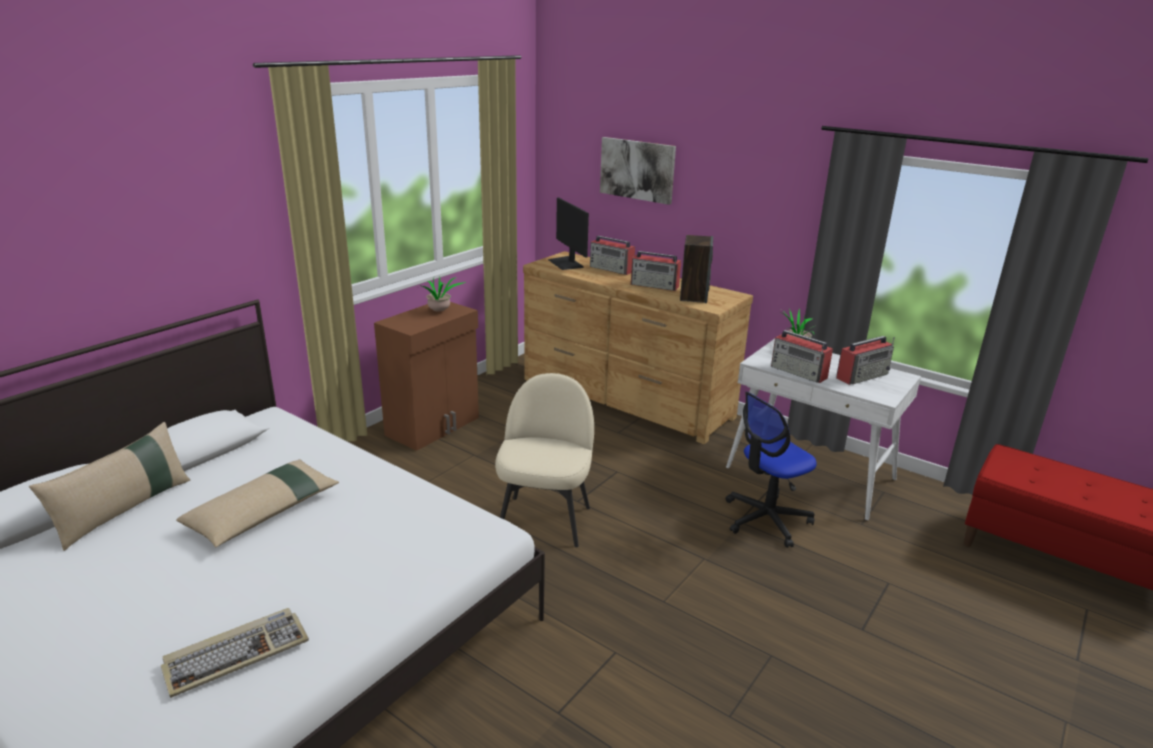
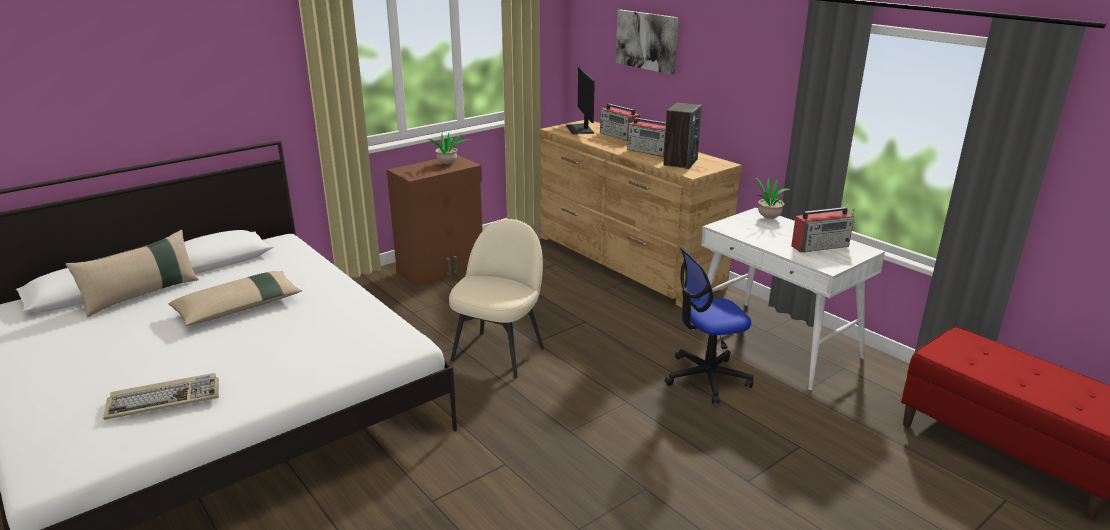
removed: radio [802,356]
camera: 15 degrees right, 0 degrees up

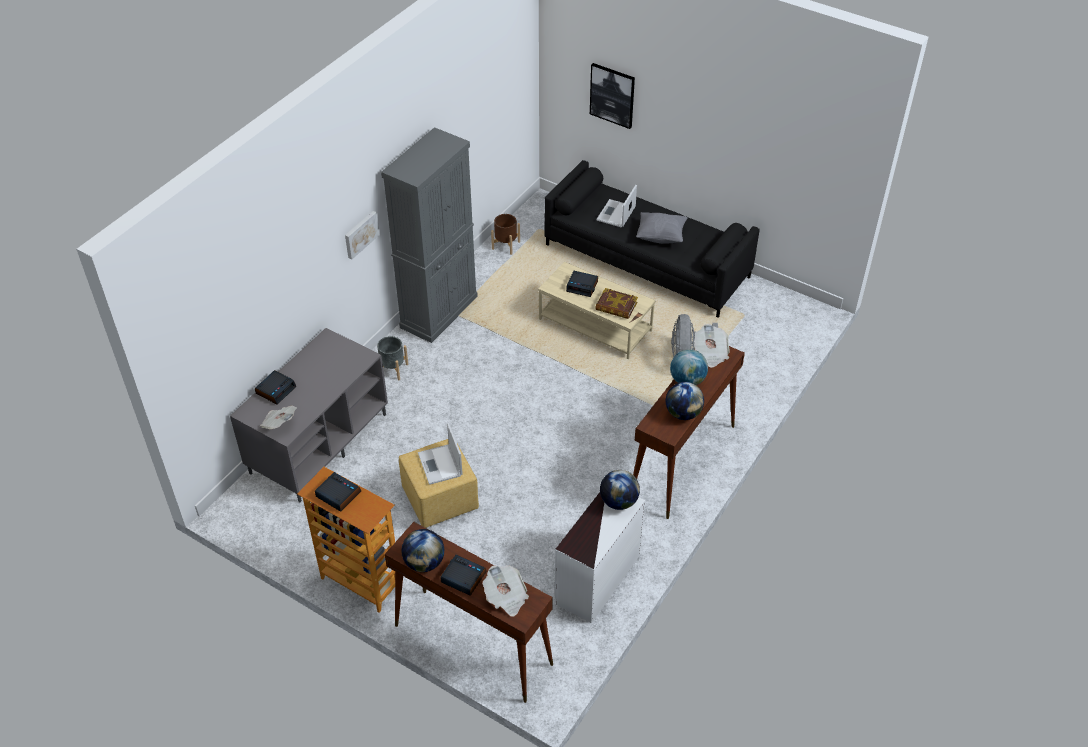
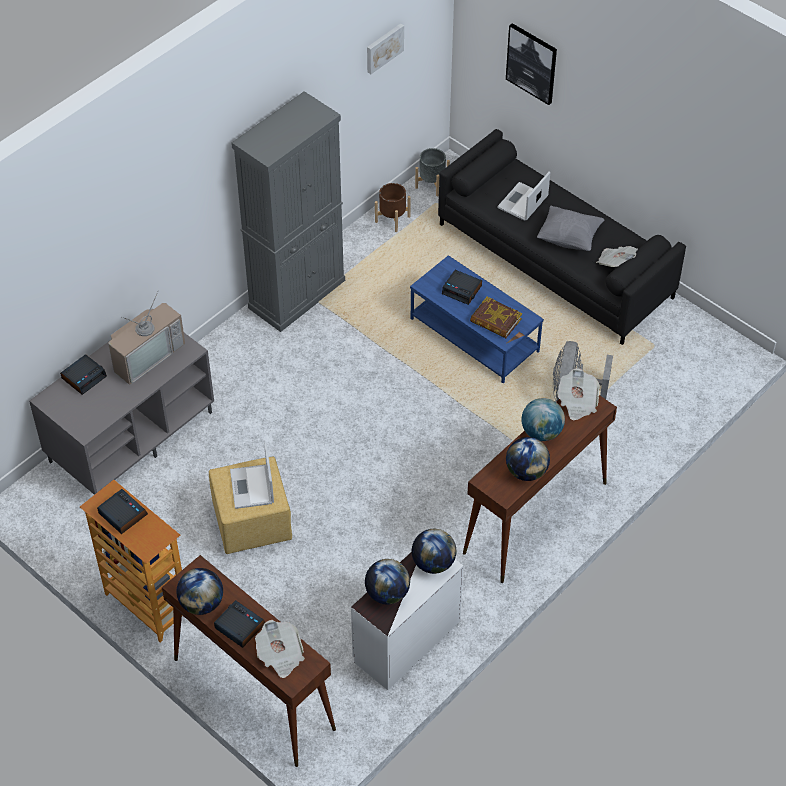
added: televisor [146,337]; globo terráqueo [387,582]
moved: cuadro [362,235] to [385,48]; maceta (gris) [392,358] to [432,172]; periódico [278,417] to [617,256]
recoloured: mesa de centro (beis) [597,310] to mesa de centro (azul) [477,319]
camera: 10 degrees right, 5 degrees up

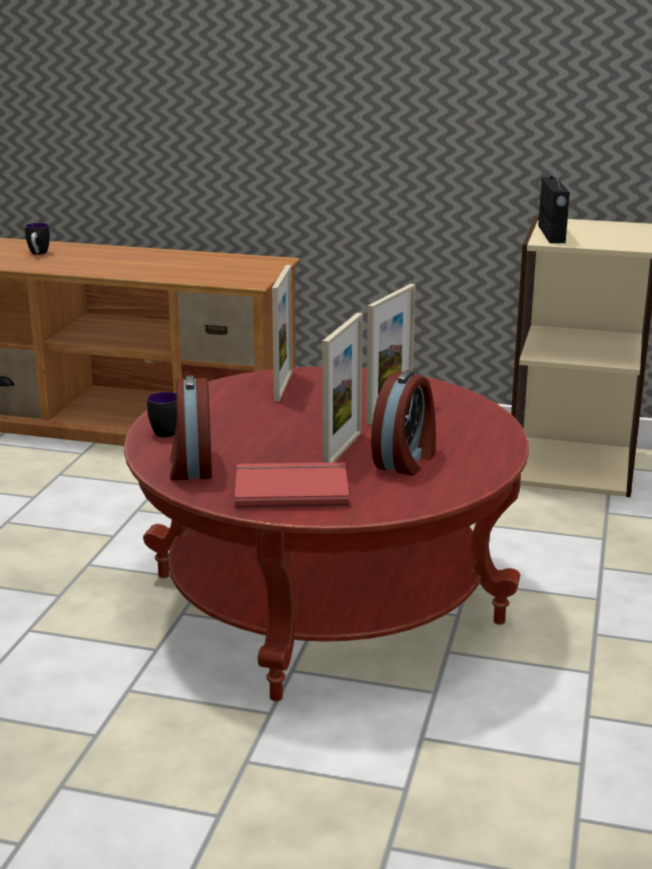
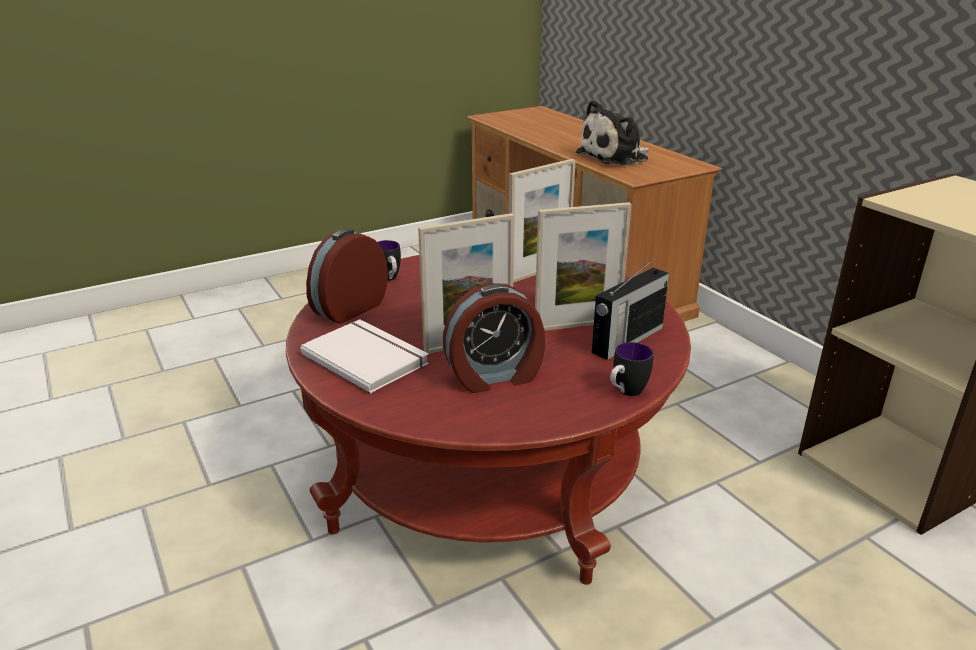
added: peluche [613,133]
moved: radio [554,203] to [630,308]; taza grande [37,239] to [632,369]
recoloured: libro (rojo) [292,485] to libro (blanco) [365,356]
camera: 45 degrees right, 5 degrees up

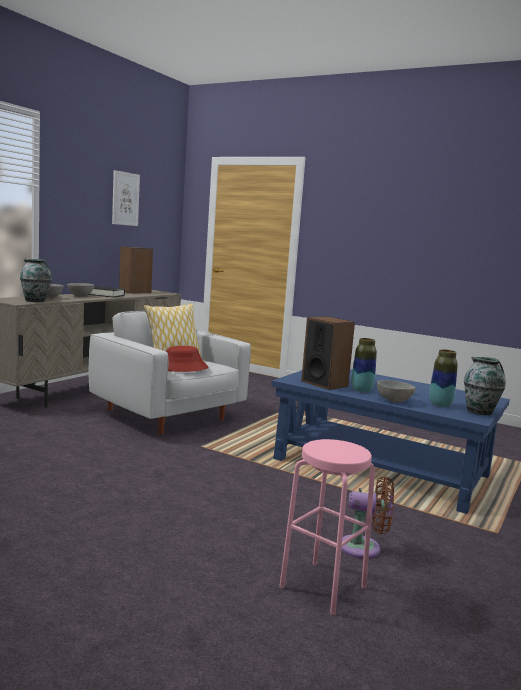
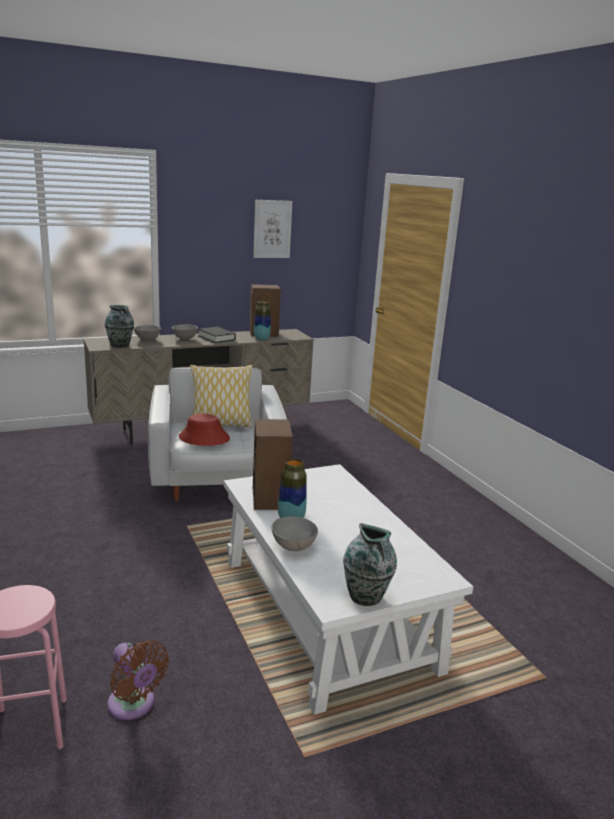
moved: florero [443,378] to [262,320]
recoloured: mesa de centro (azul) [390,441] to mesa de centro (blanco) [348,589]
camera: 35 degrees right, 10 degrees up

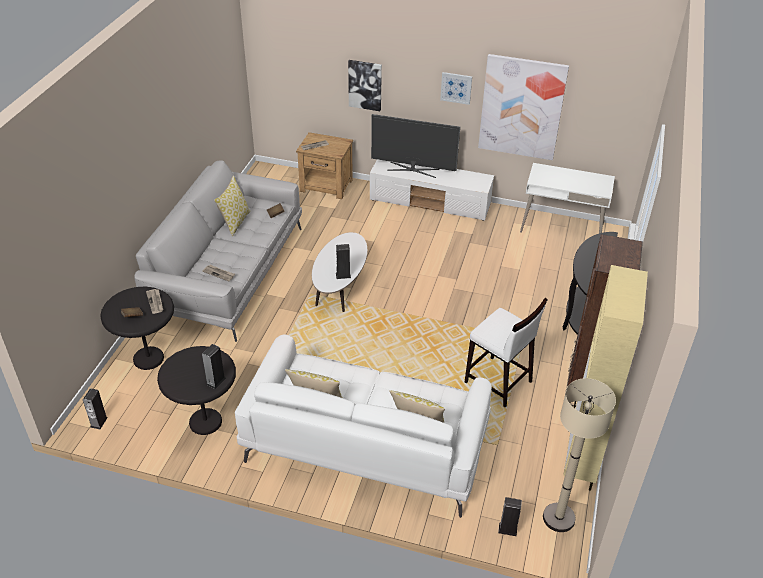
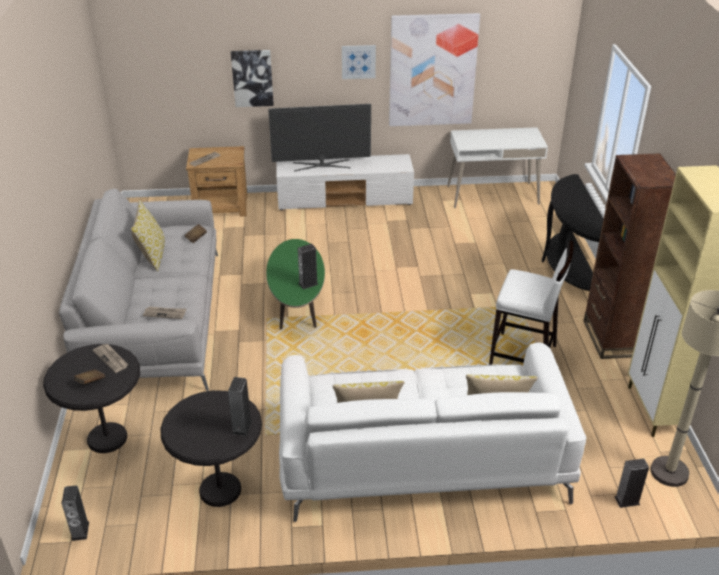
recoloured: mesa de centro (blanco) [339,272] to mesa de centro (verde) [295,284]
camera: 20 degrees left, 5 degrees down

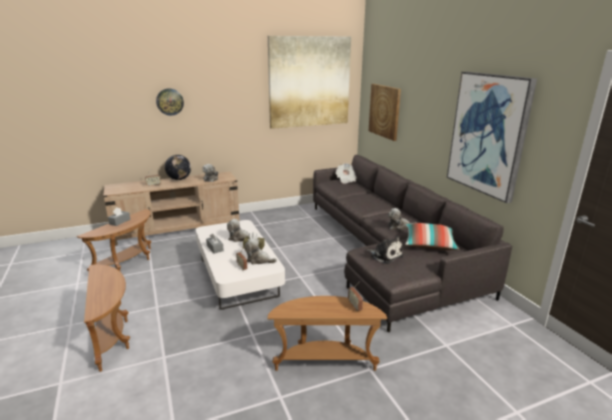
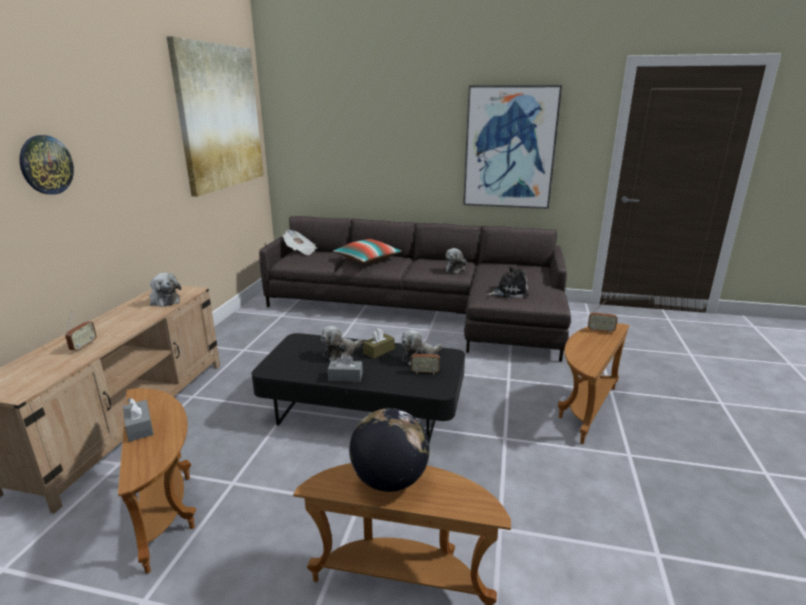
removed: cuadro [385,112]
moved: cojín [432,236] to [367,251]; globo terráqueo [178,167] to [389,450]
recoloured: mesa de centro (blanco) [240,265] to mesa de centro (negro) [358,388]
camera: 55 degrees left, 0 degrees up

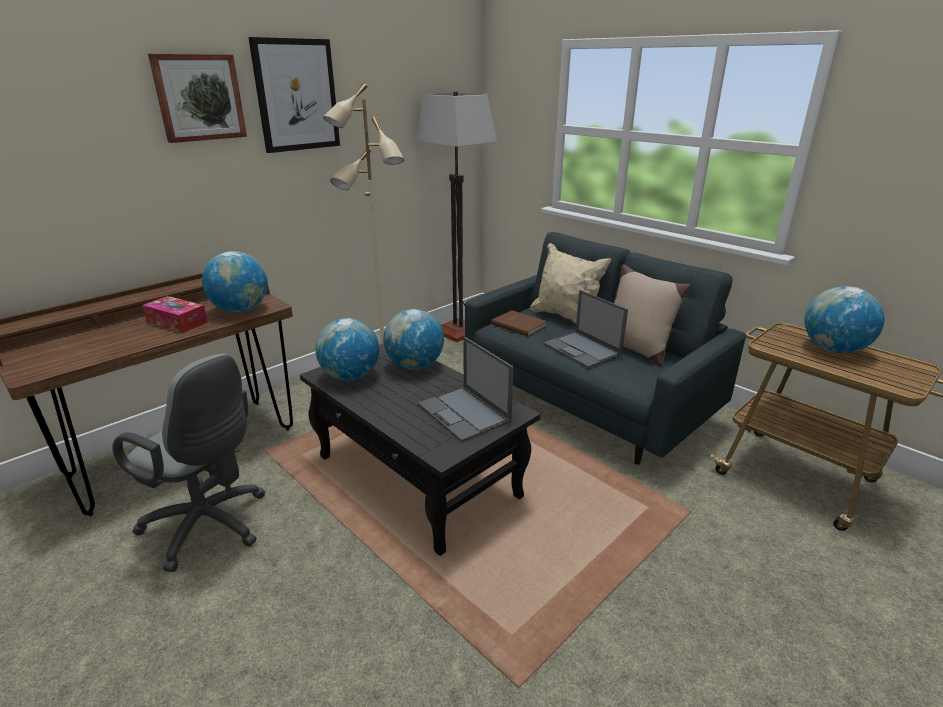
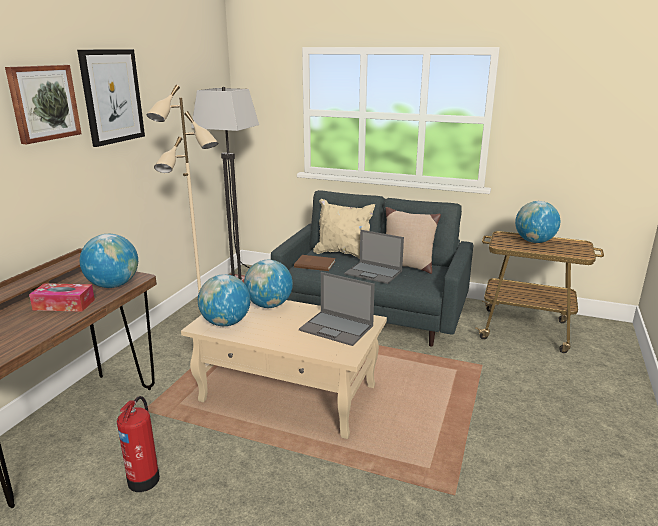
replaced: silla de oficina (gris) [189,462] to extintor [138,444]
recoloured: mesa de centro (negro) [420,449] to mesa de centro (beis) [284,369]
camera: 25 degrees left, 5 degrees down

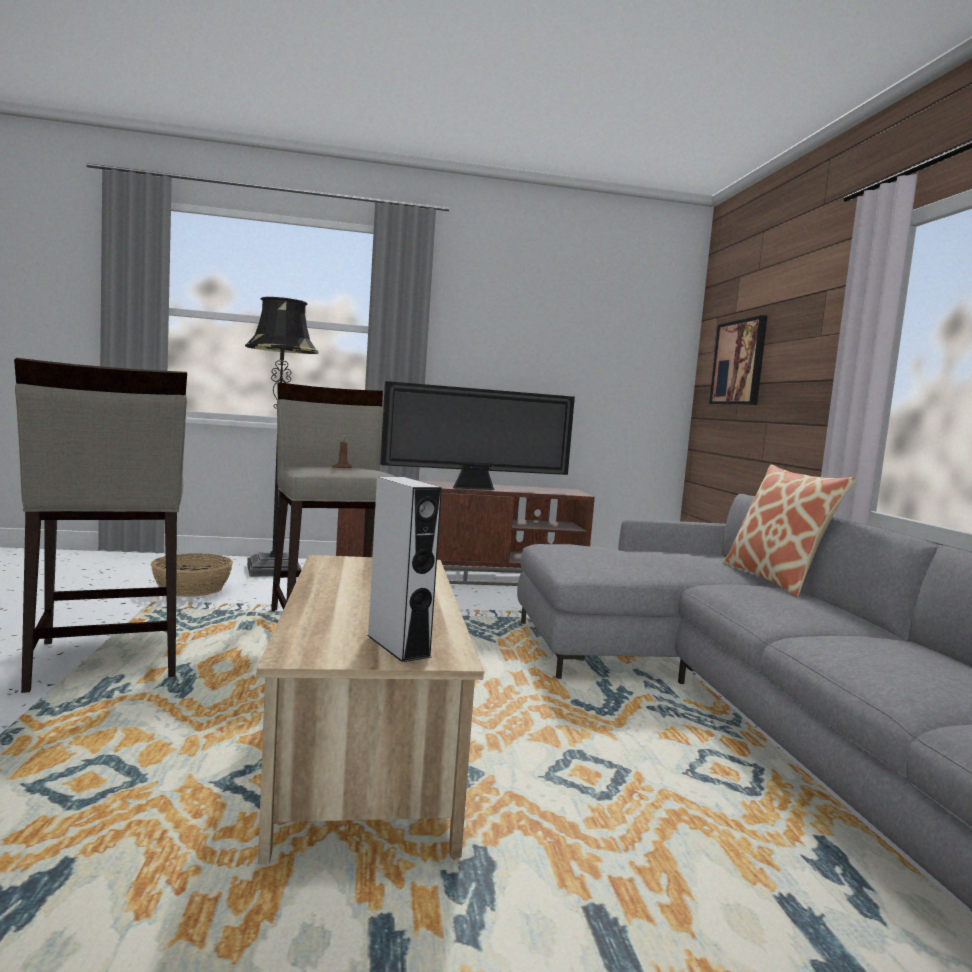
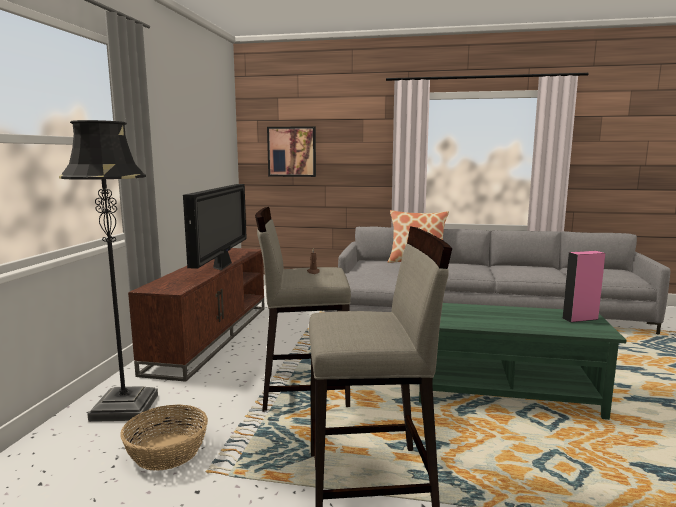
recoloured: mesa de centro (beis) [370,709] to mesa de centro (verde) [522,361]; altavoz (gris) [404,569] to altavoz (rosa) [583,287]
camera: 70 degrees left, 5 degrees up

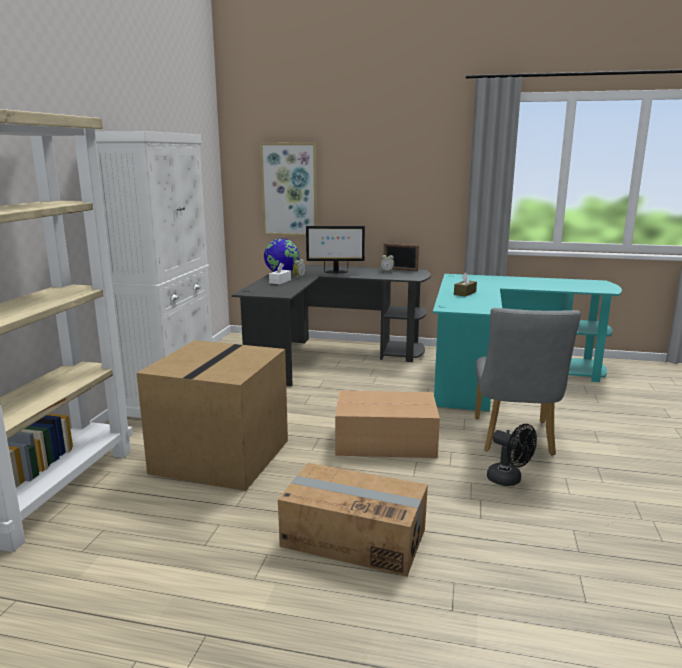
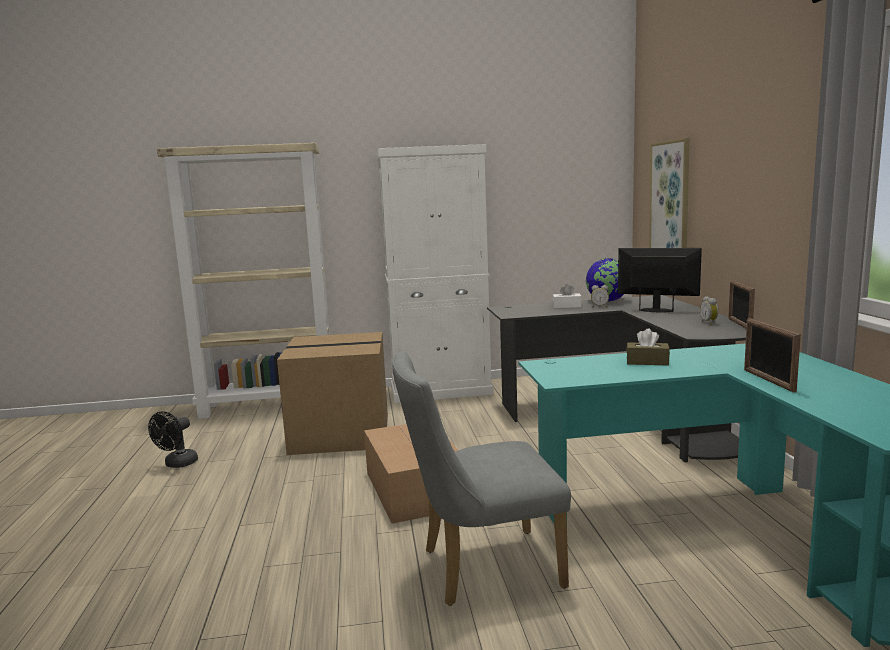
removed: caja de cartón [353,520]
added: portarretratos [772,355]
moved: ventilador (negro) [512,455] to [173,439]
turned: monitor [335,249] = [660,280] 135 degrees clockwise
camera: 70 degrees right, 5 degrees down

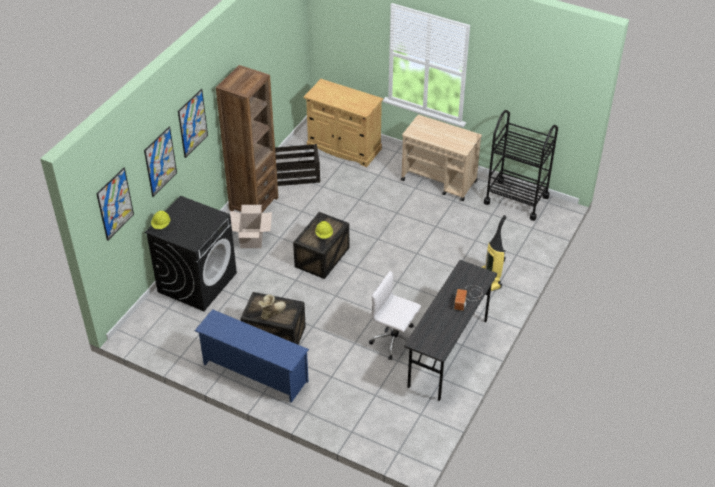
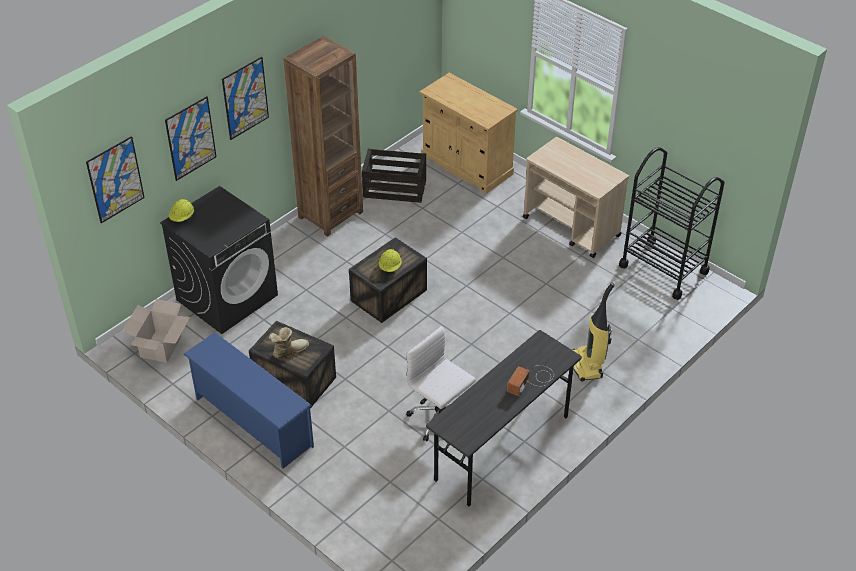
moved: caja de cartón [251,226] to [156,331]
camera: 15 degrees right, 0 degrees up

